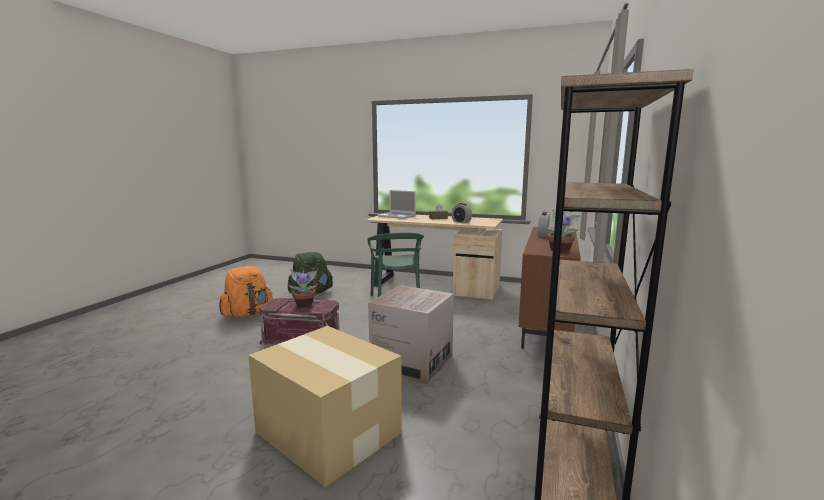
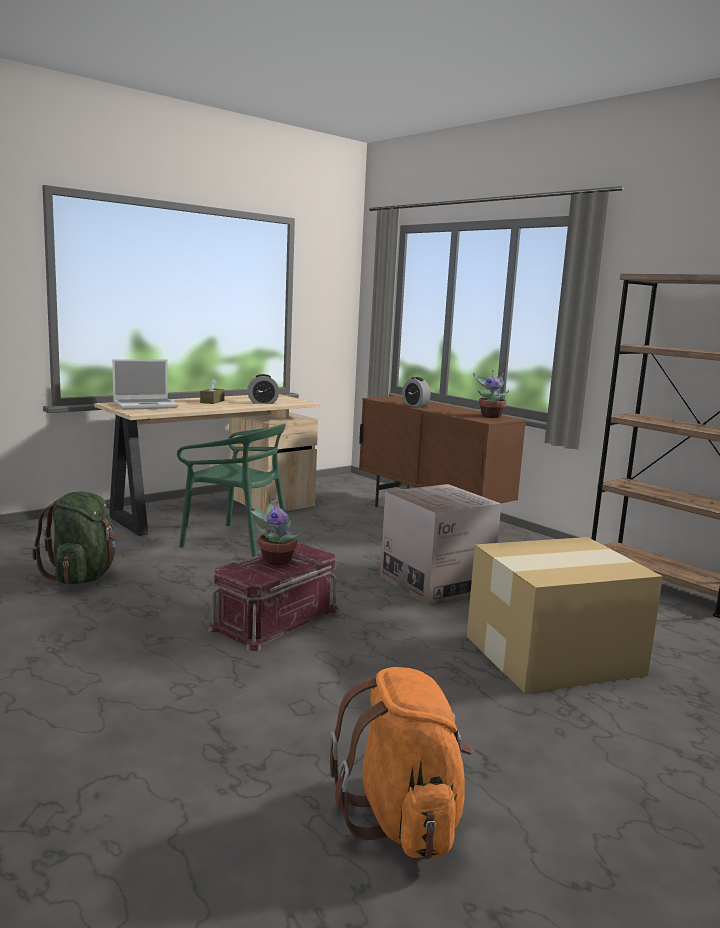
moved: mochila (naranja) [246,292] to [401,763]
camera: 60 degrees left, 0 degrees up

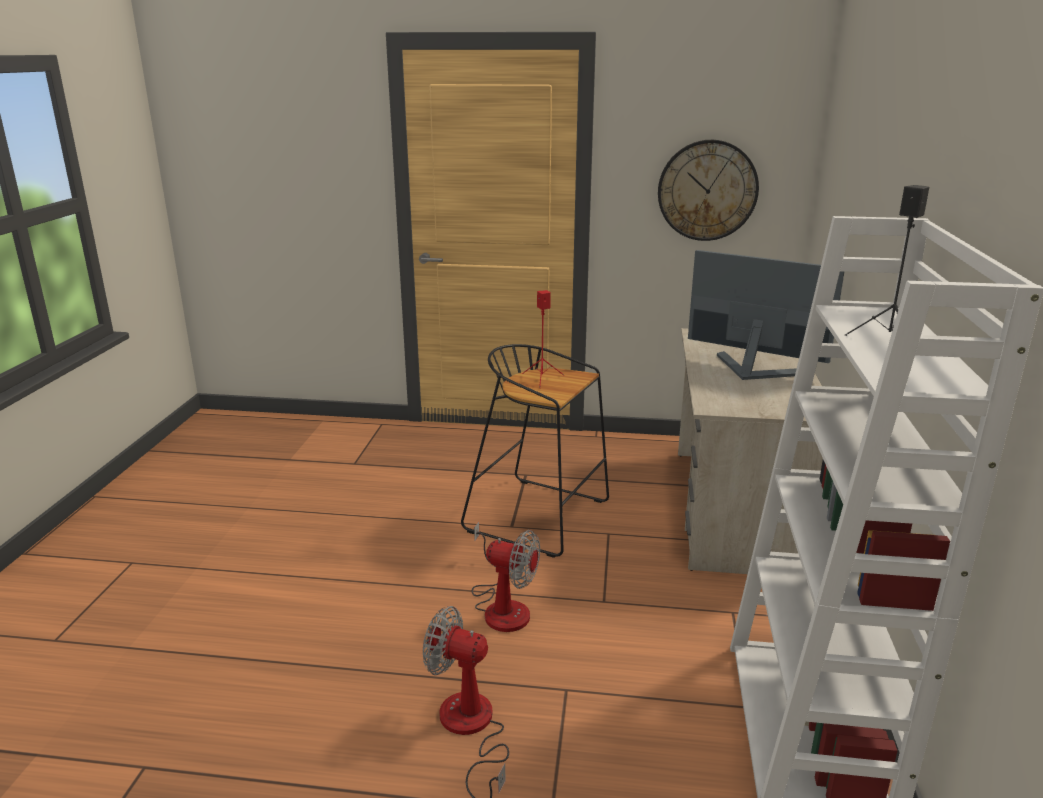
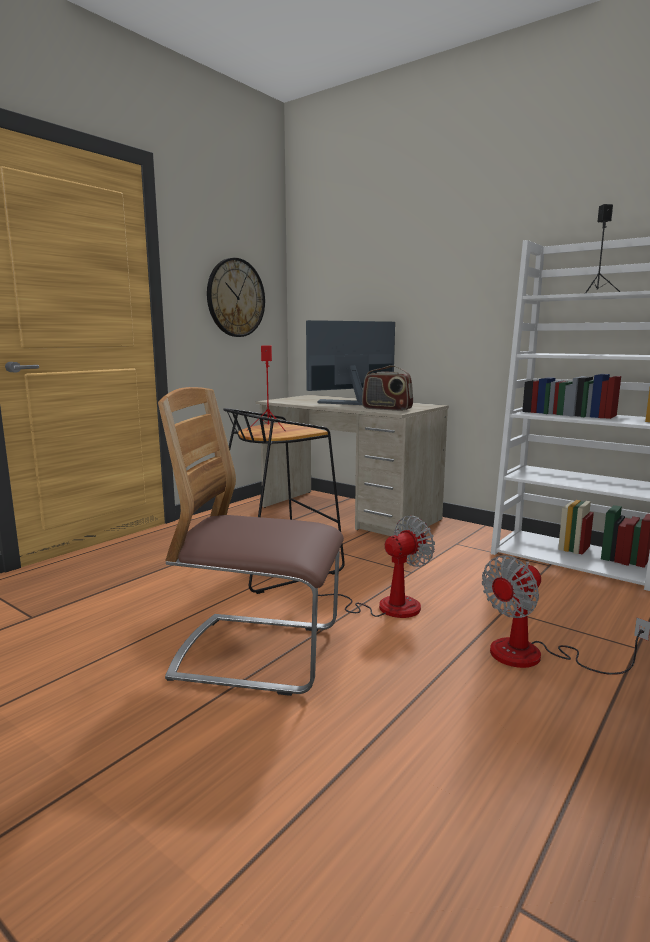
added: silla [251,541]; radio [387,388]
camera: 60 degrees left, 10 degrees down

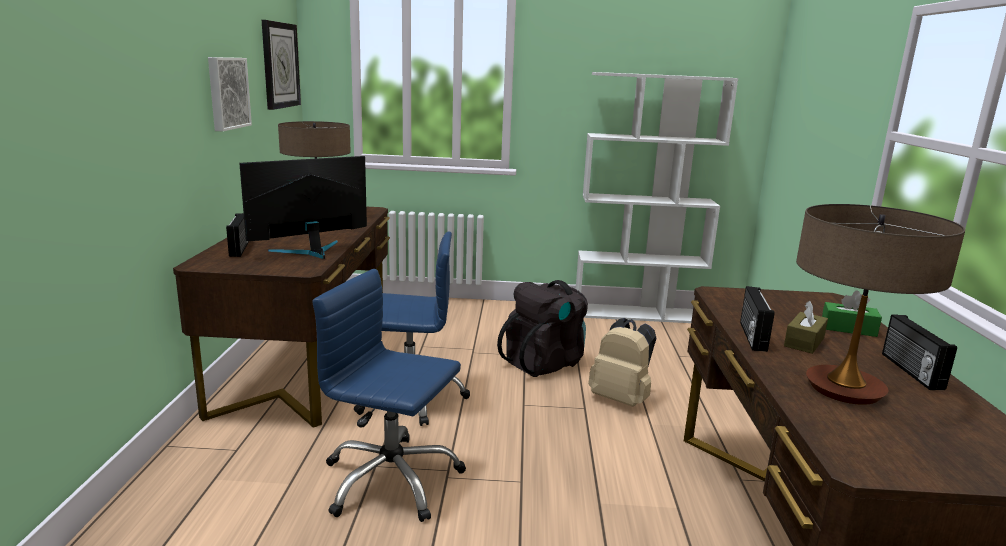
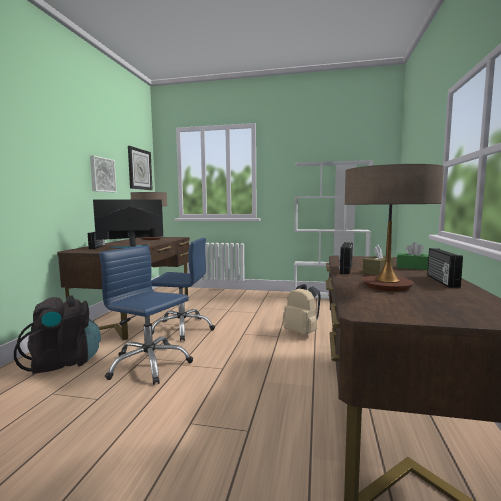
moved: mochila (negro) [542,328] to [57,334]
camera: 10 degrees right, 10 degrees down

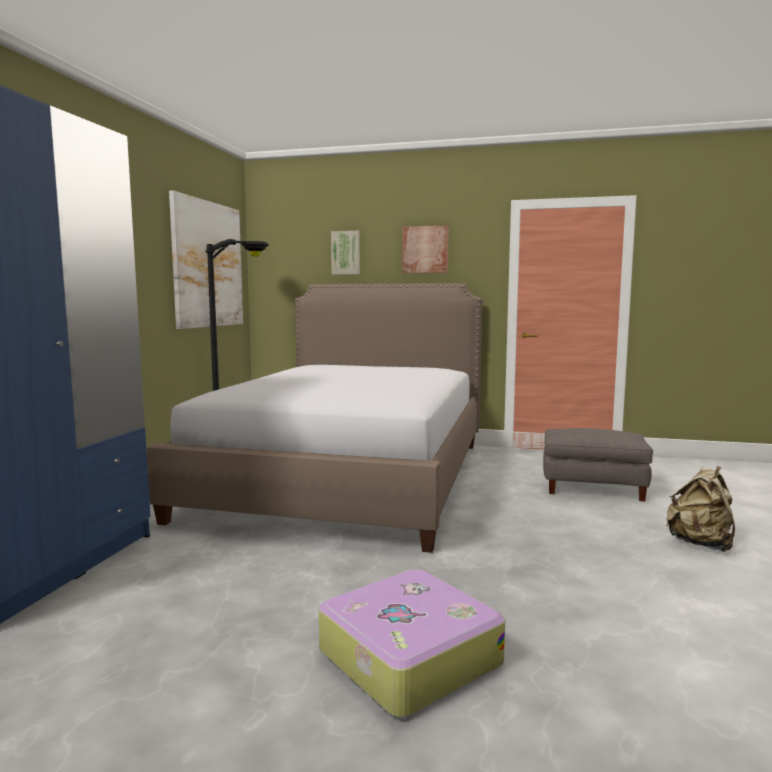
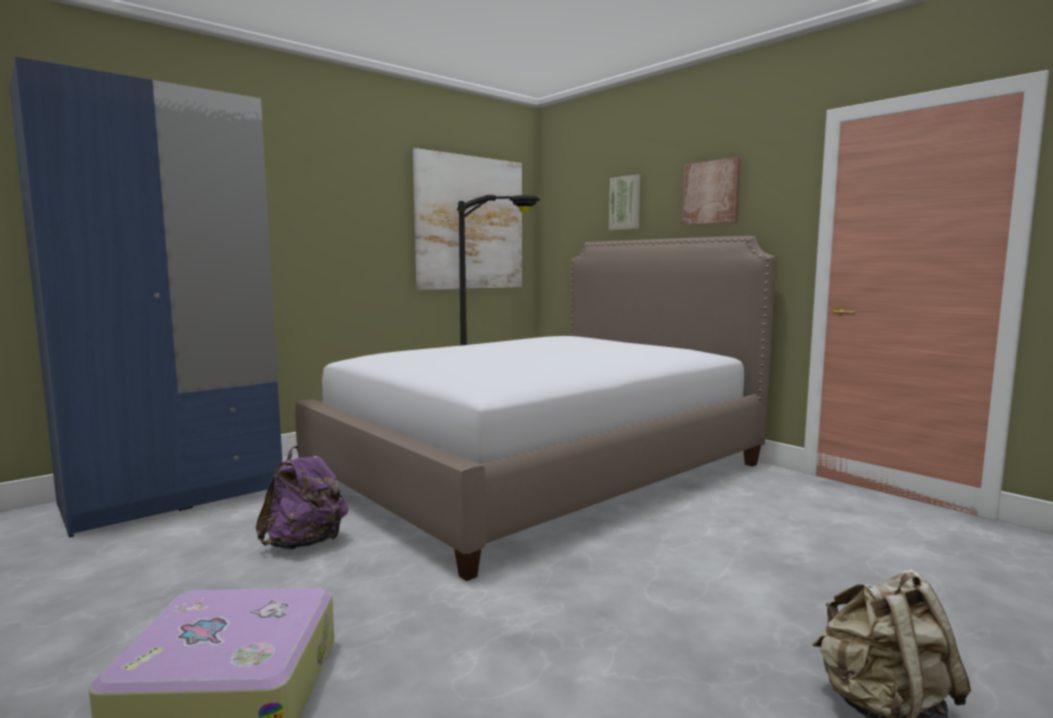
removed: puf (gris) [598,464]
added: mochila (morado) [302,498]
camera: 35 degrees right, 0 degrees up

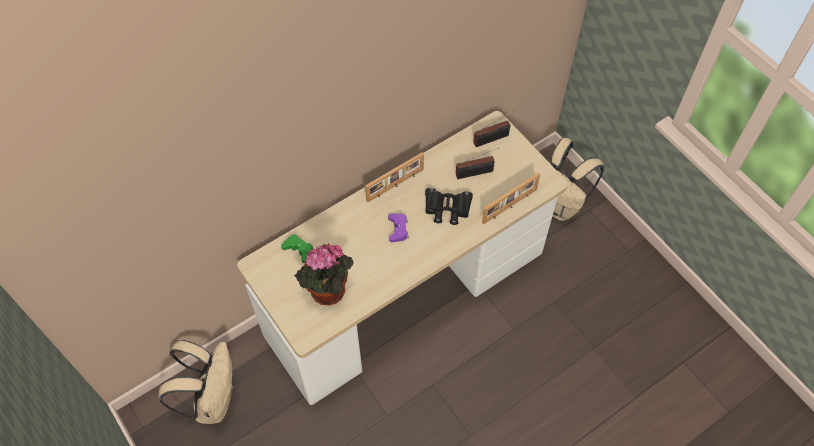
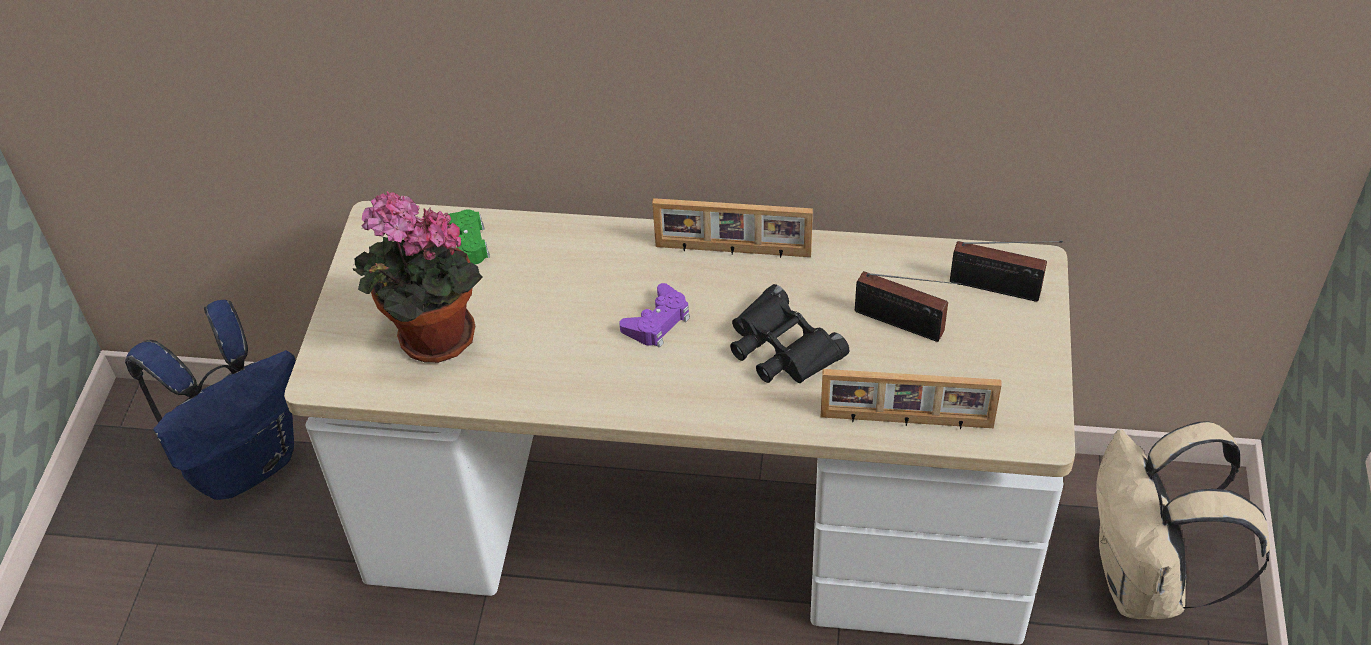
recoloured: mochila (beis) [195,382] to mochila (azul) [210,400]
camera: 45 degrees right, 10 degrees down

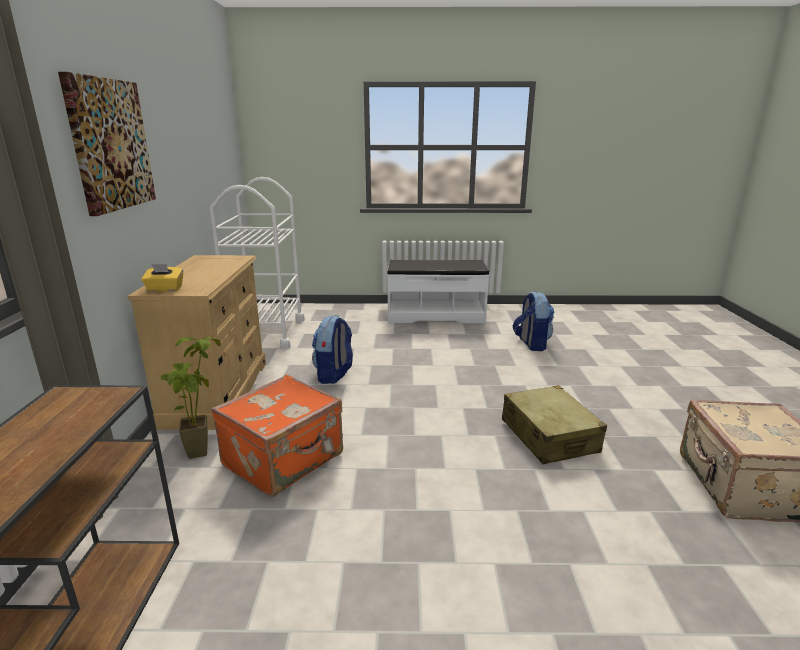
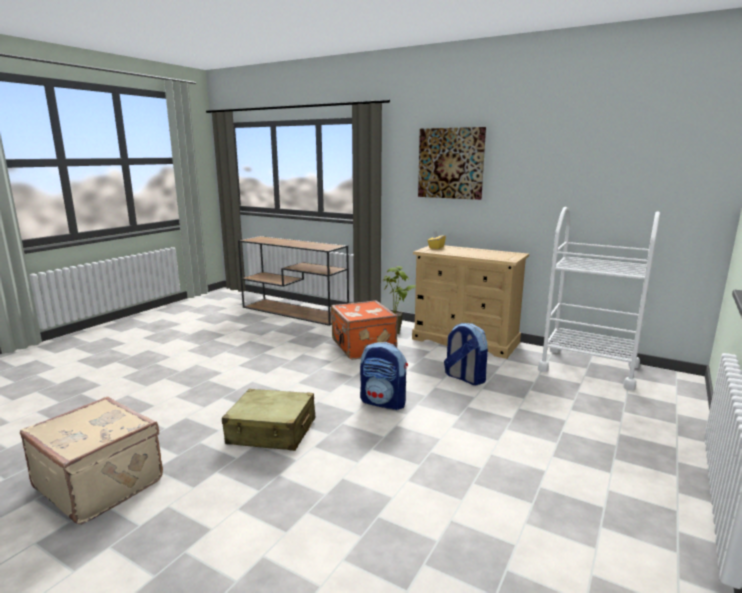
removed: banco (blanco) [438,291]
moved: mochila [534,321] to [384,376]
camera: 120 degrees right, 5 degrees down

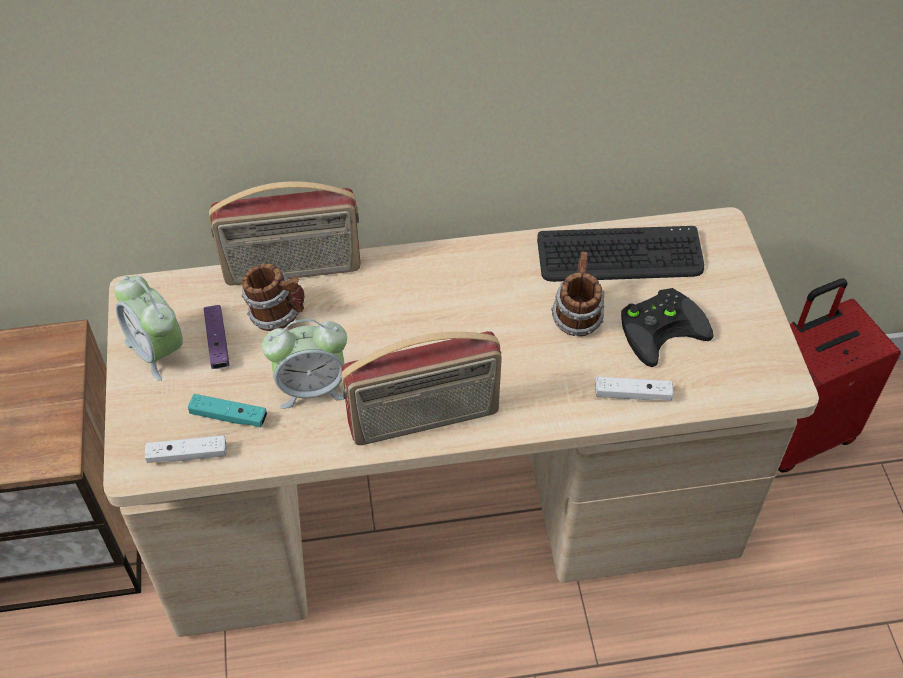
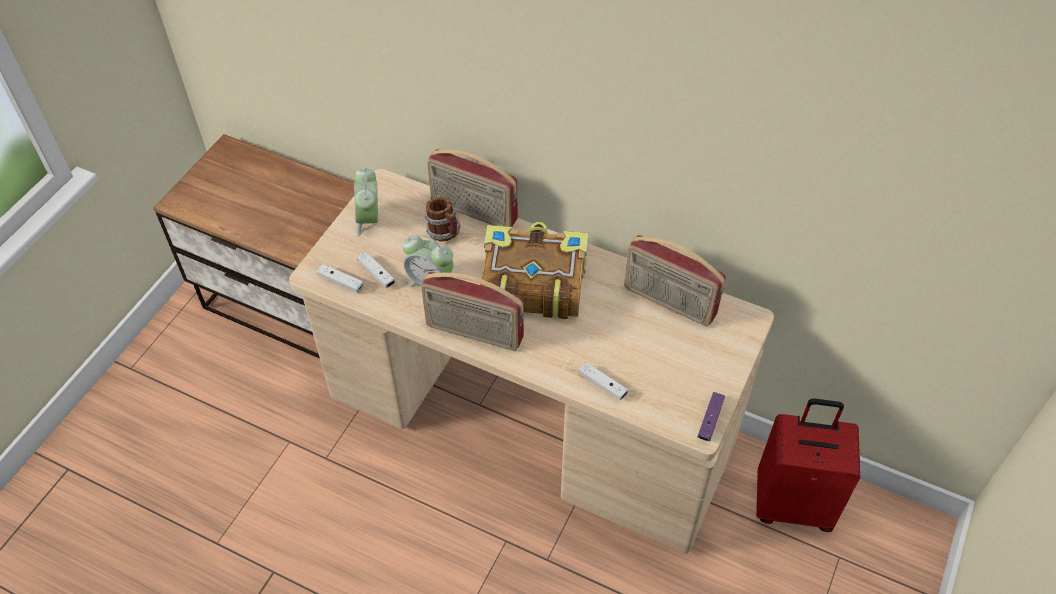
removed: taza grande [577,294]; mando de consola (negro) [667,327]
added: libro [534,270]
moved: mando de consola (morado) [216,337] to [711,416]
replaced: teclado [620,254] to radio [675,280]
recoloured: mando de consola (turquesa) [227,410] to mando de consola (blanco) [376,269]
camera: 35 degrees right, 0 degrees up

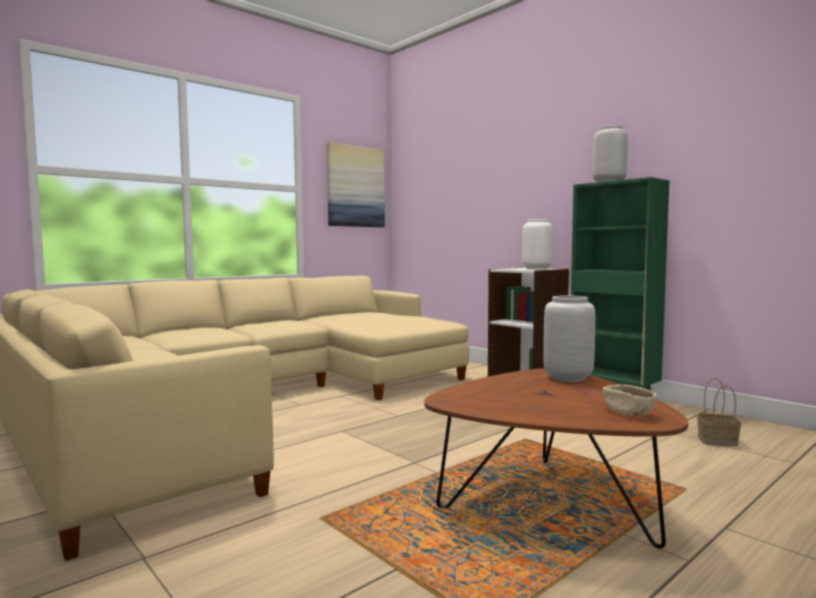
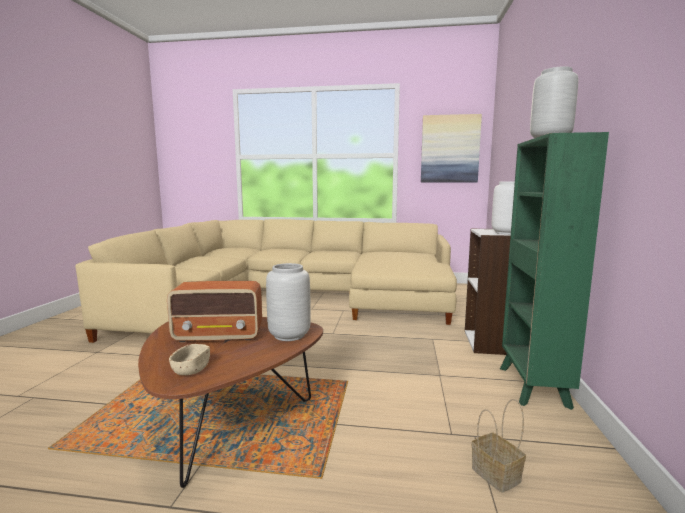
added: radio [214,311]
camera: 50 degrees right, 5 degrees up

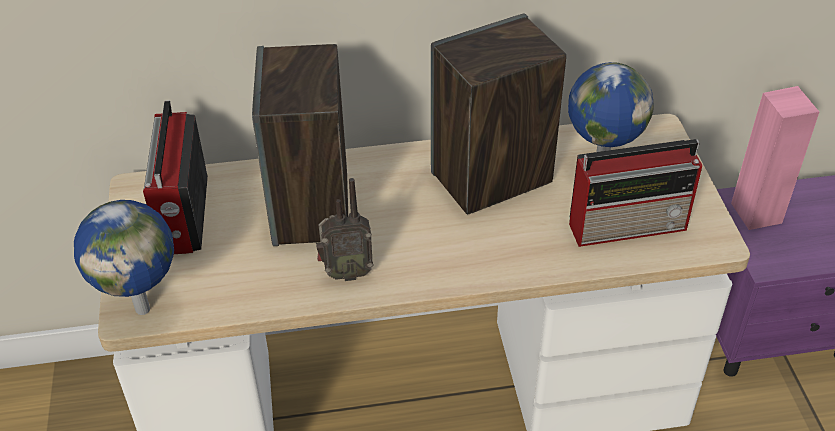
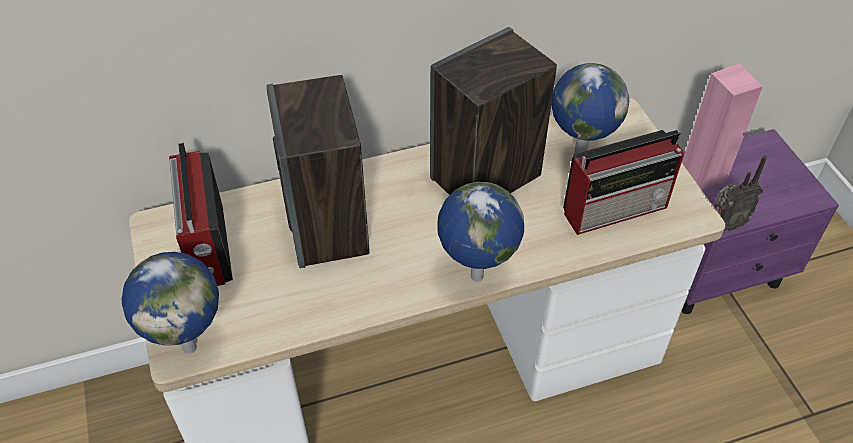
added: globo terráqueo [480,232]
moved: radio [344,229] to [740,193]
camera: 10 degrees left, 5 degrees up

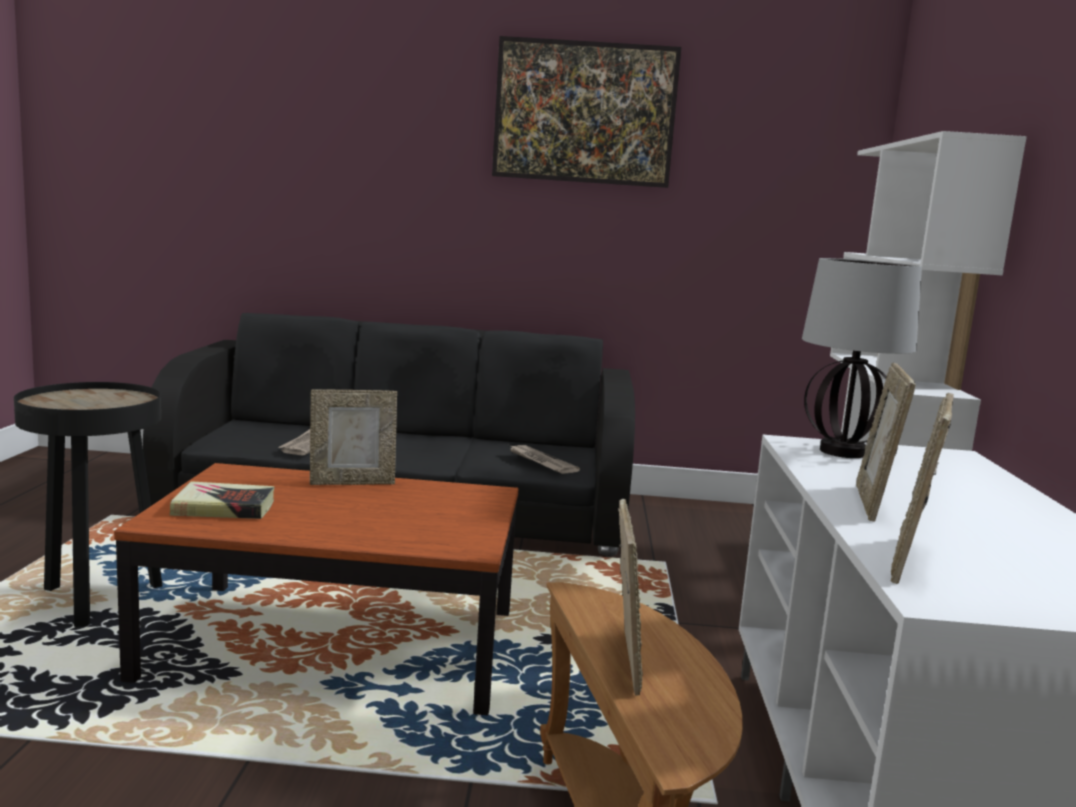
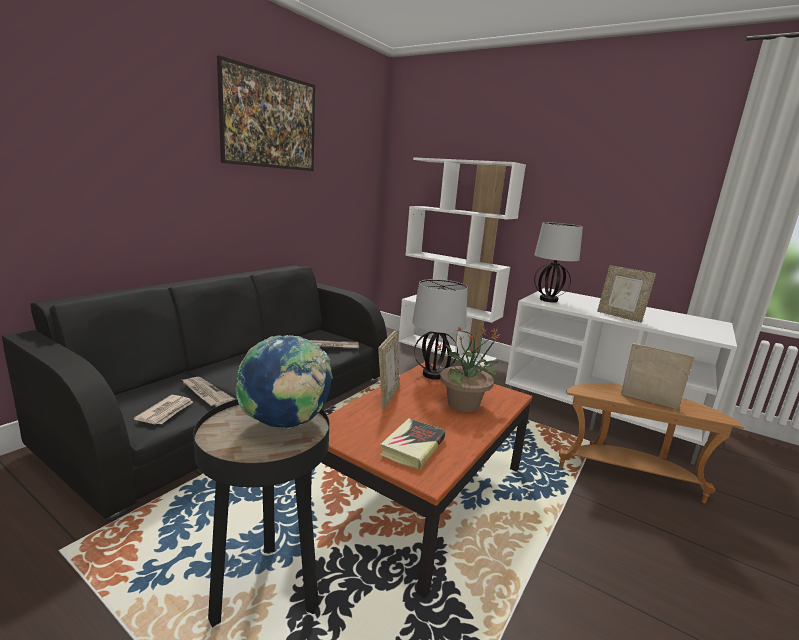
removed: portarretratos [922,488]
added: periódico [163,410]; globo terráqueo [284,382]; lámpara de mesa [440,329]; planta en maceta [469,369]
camera: 60 degrees left, 5 degrees up

